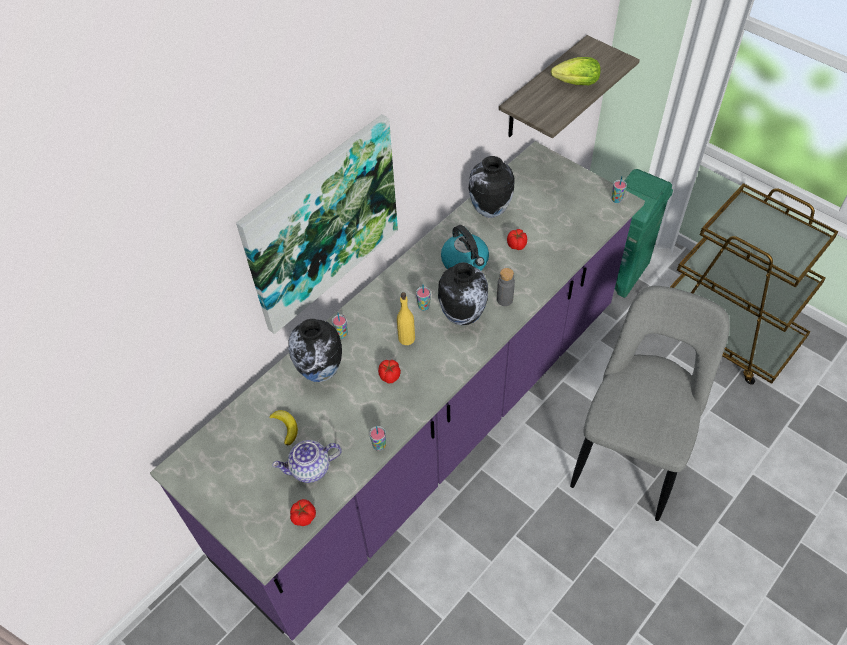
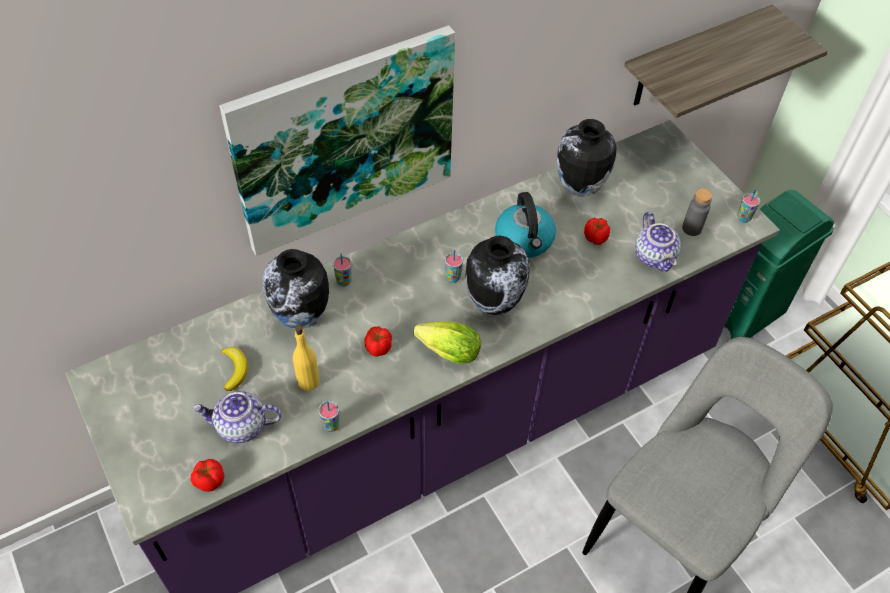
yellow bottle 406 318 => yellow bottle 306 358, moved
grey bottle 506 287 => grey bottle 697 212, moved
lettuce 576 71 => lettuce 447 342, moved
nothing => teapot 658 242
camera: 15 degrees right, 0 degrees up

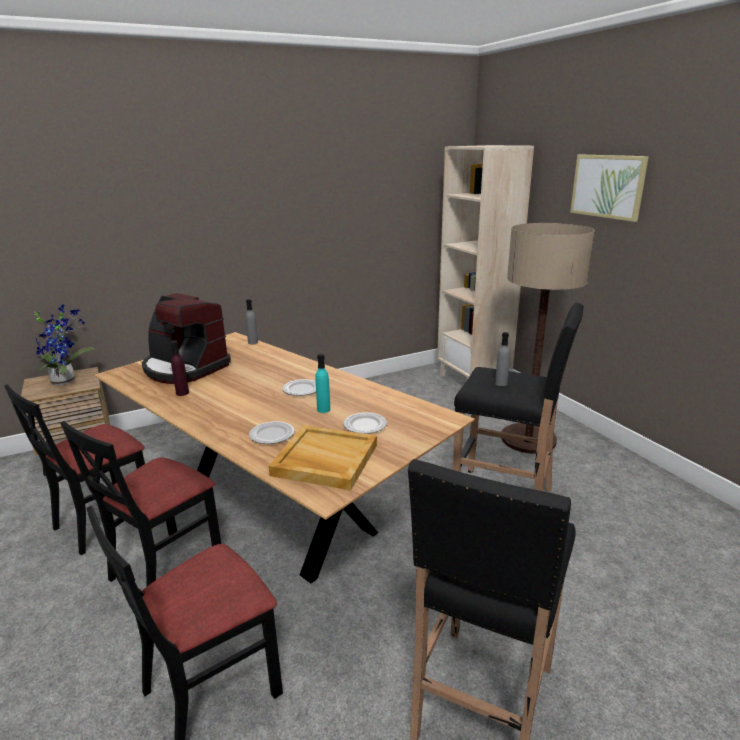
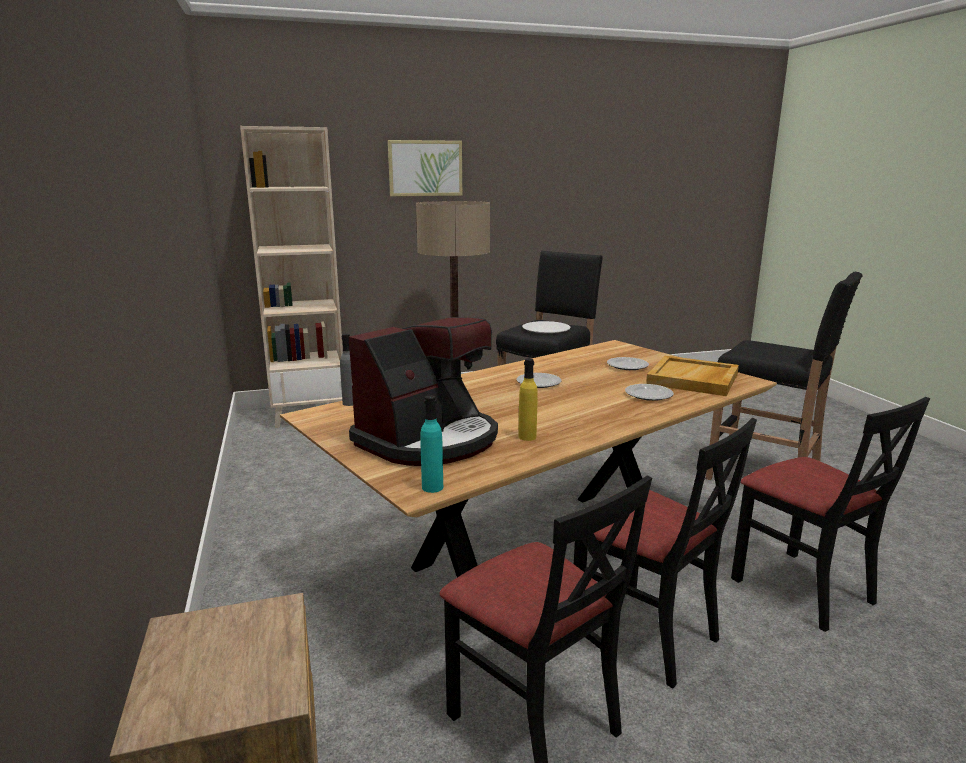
potted plant 64 345 => nothing
purple bottle 180 368 => yellow bottle 528 399
turquoise bottle 322 383 => turquoise bottle 431 444, moved
grey bottle 502 359 => white plate 546 327
camera: 80 degrees left, 5 degrees down

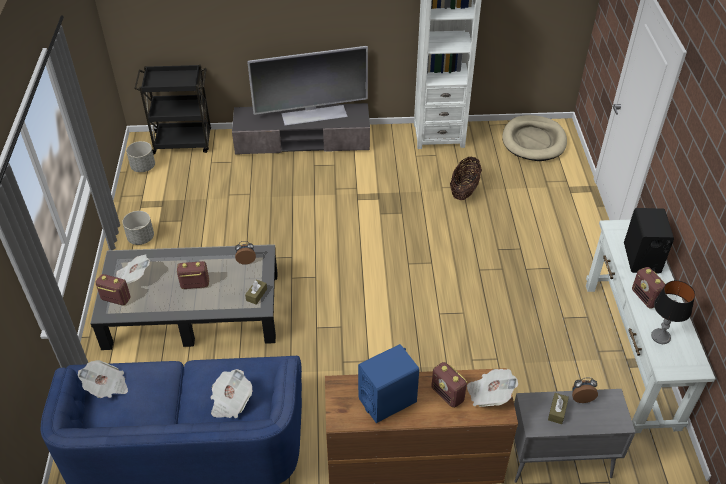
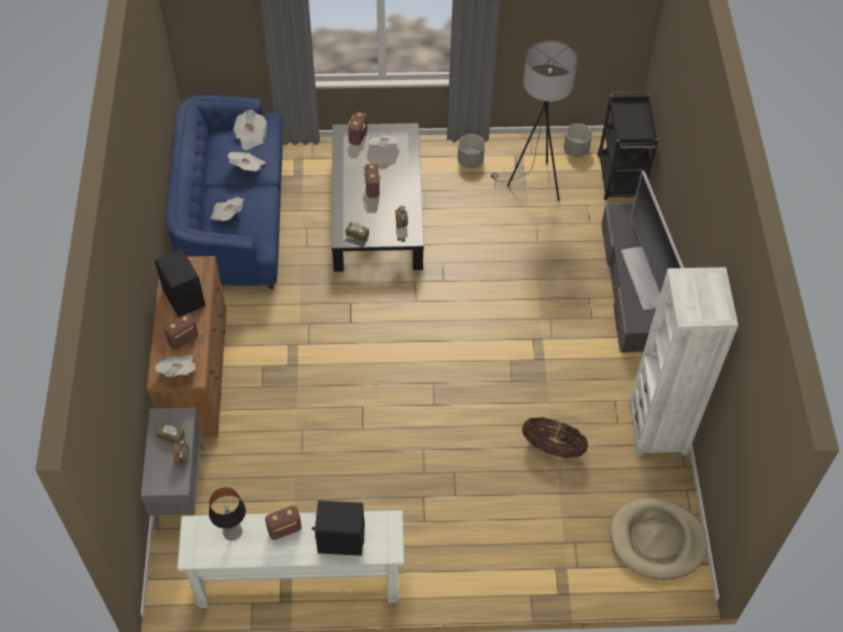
blue speaker 388 383 => black speaker 180 283
nothing => newspaper 247 162
nothing => grey floor lamp 534 121
camera: 90 degrees right, 10 degrees up

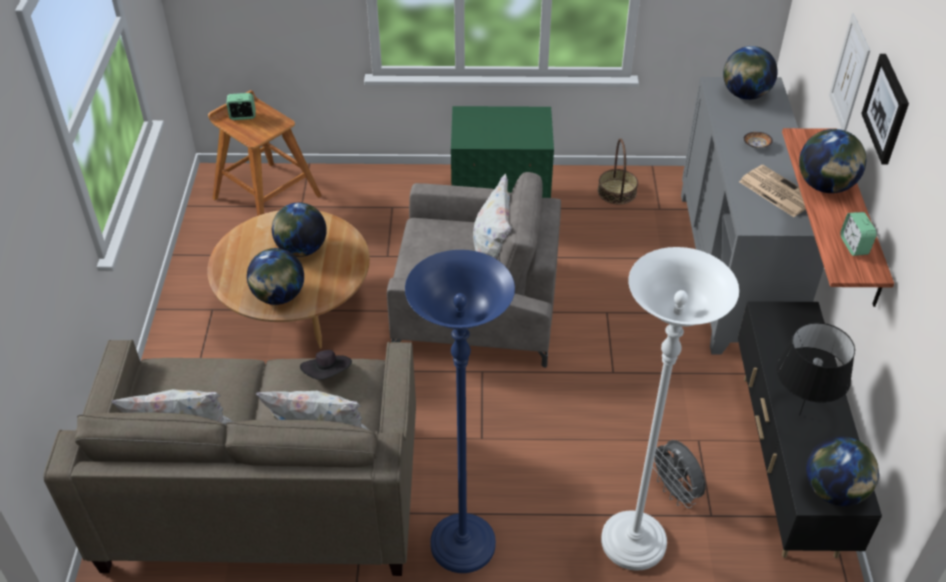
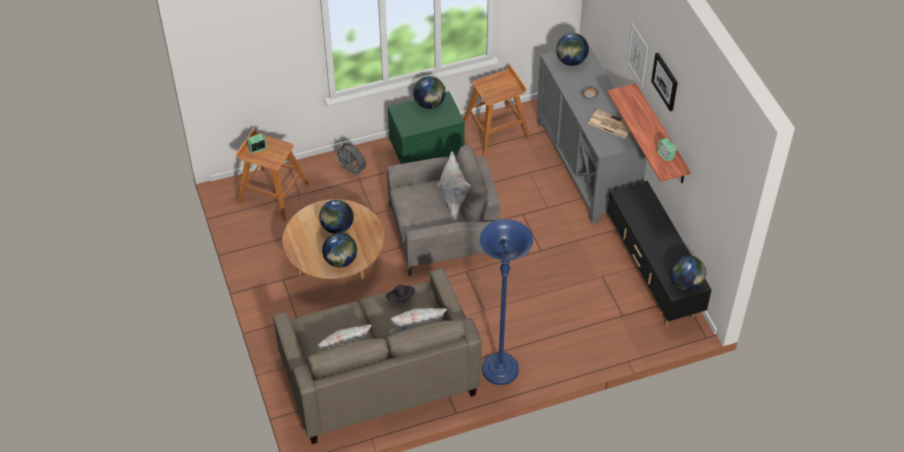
basket 618 171 => brown stool 496 110
white floor lamp 670 409 => nothing
grey fan 679 474 => grey fan 350 159, moved
black table lamp 816 369 => nothing
globe 832 161 => globe 429 92, moved
camera: 20 degrees left, 5 degrees up

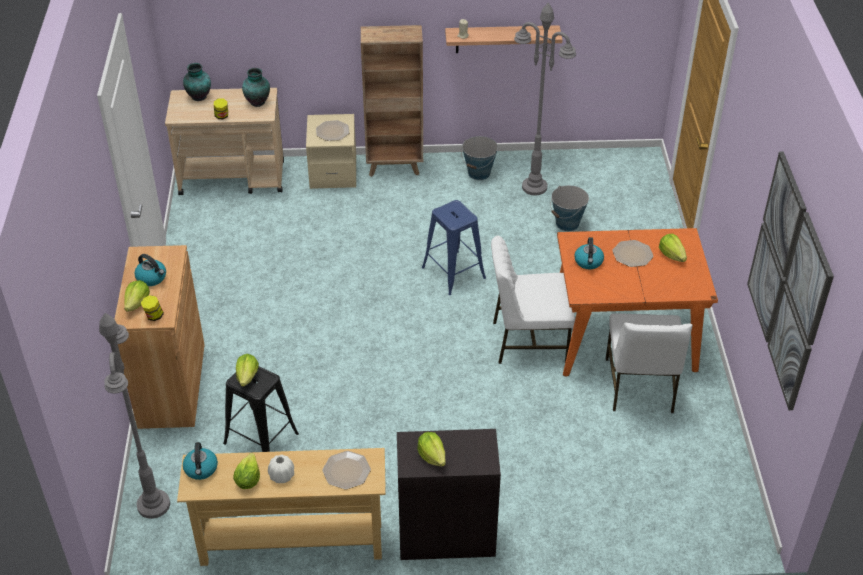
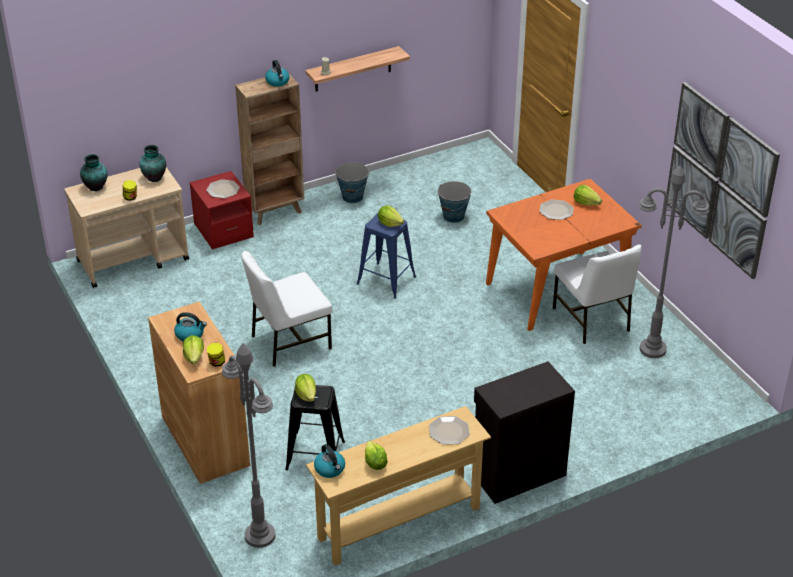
white vase 281 469 => nothing
beige nightstand 331 151 => red nightstand 222 210
lettuce 431 449 => lettuce 391 216, moved
white chair 533 300 => white chair 287 309, moved
grey floor lamp 545 99 => grey floor lamp 674 261, moved
kettle 589 253 => kettle 277 73, moved
camera: 25 degrees left, 5 degrees down

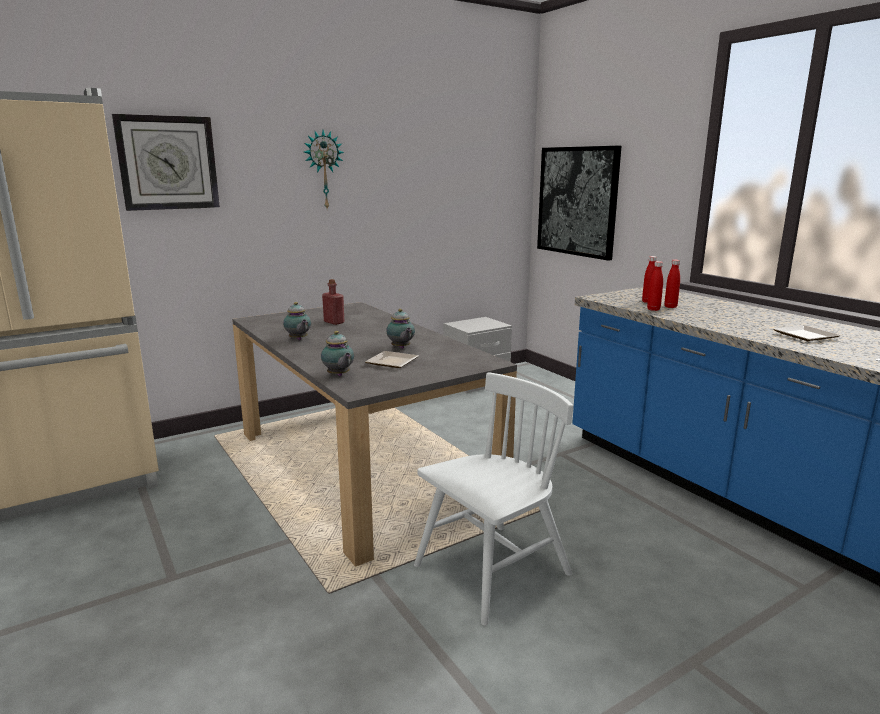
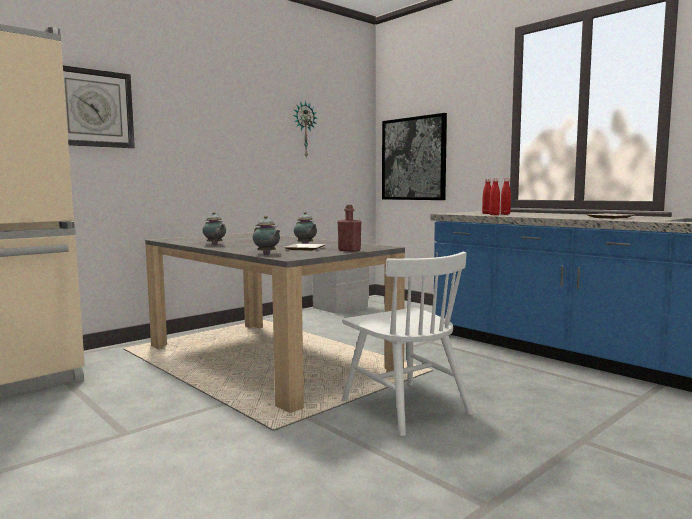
wall clock 324 169 => wall clock 305 129, moved
red bottle 333 302 => red bottle 349 228, moved
white chair 493 499 => white chair 407 344, 105 degrees clockwise
camera: 10 degrees left, 10 degrees down

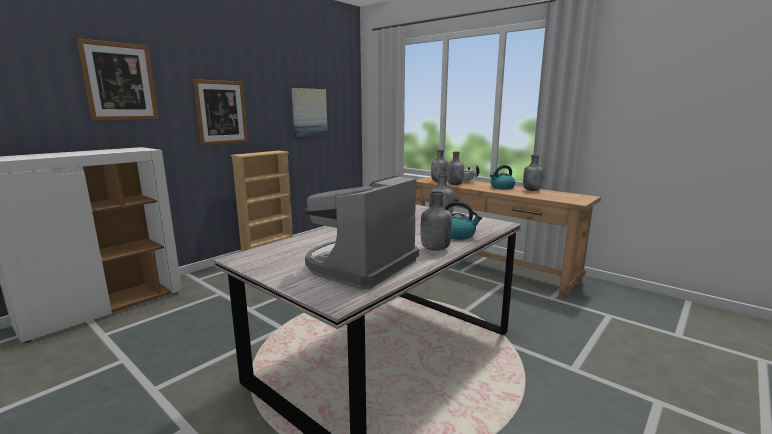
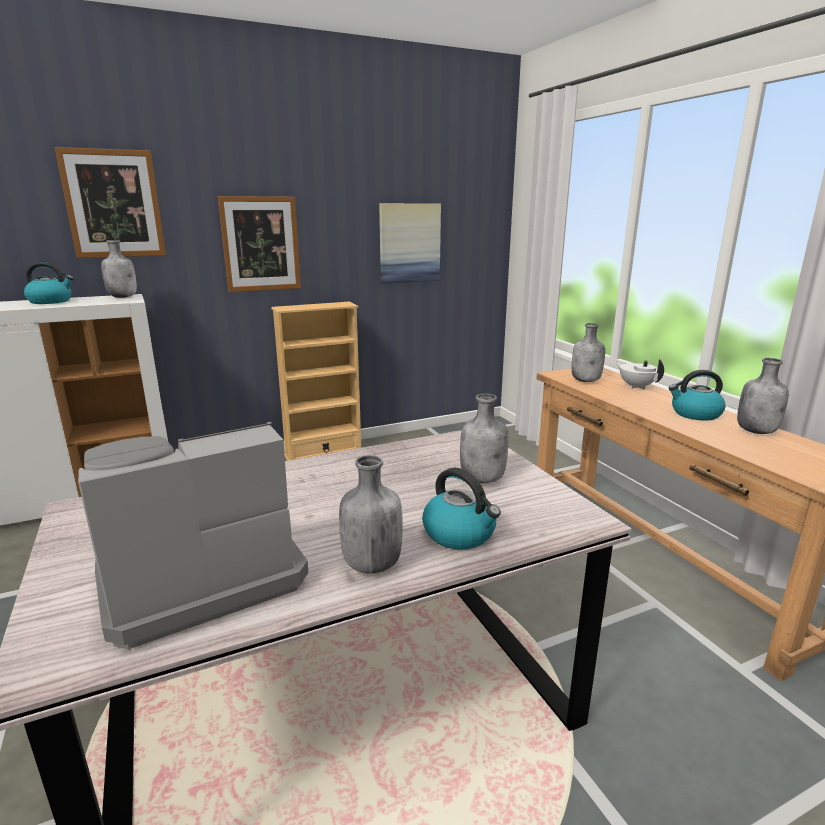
grey bottle 455 168 => grey bottle 119 269, moved
nothing => kettle 49 283
camera: 25 degrees right, 5 degrees up

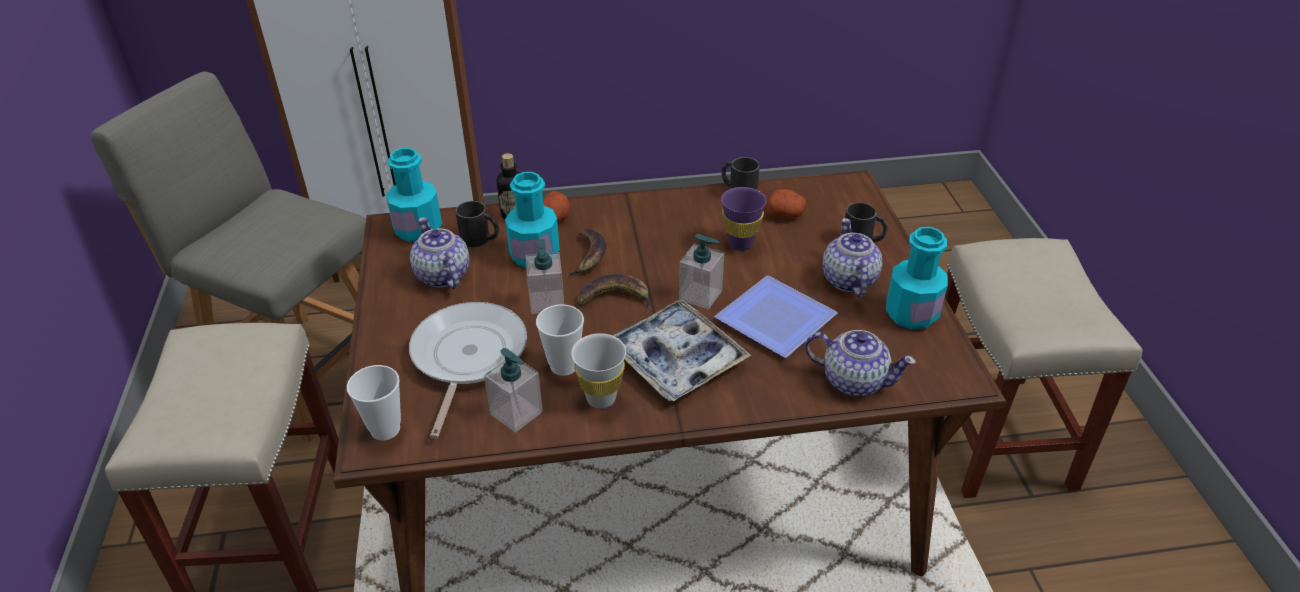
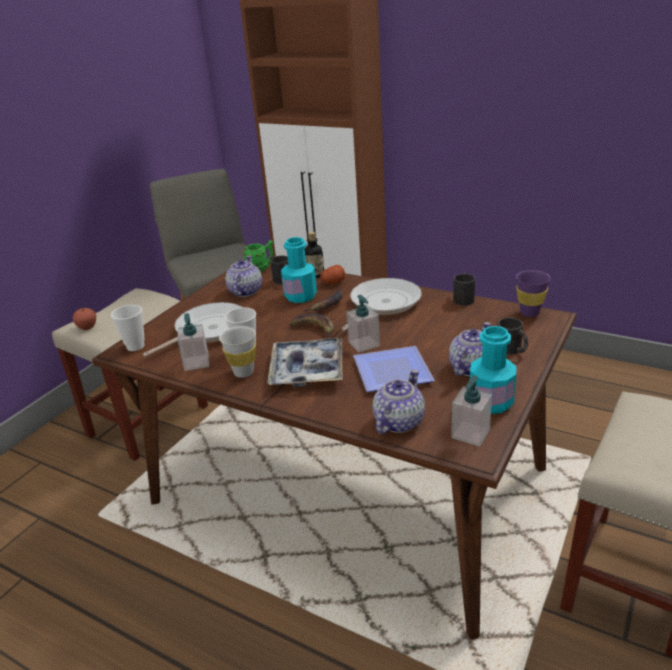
turquoise bottle 414 195 => green mug 258 256
soap dispenser 545 276 => soap dispenser 471 410, moved
purple cup 744 219 => purple cup 533 293, moved
potato 786 203 => nothing
teapot 860 363 => teapot 399 402, 120 degrees counterclockwise
nothing => apple 84 319
nothing => frying pan 381 304
camera: 40 degrees right, 10 degrees down

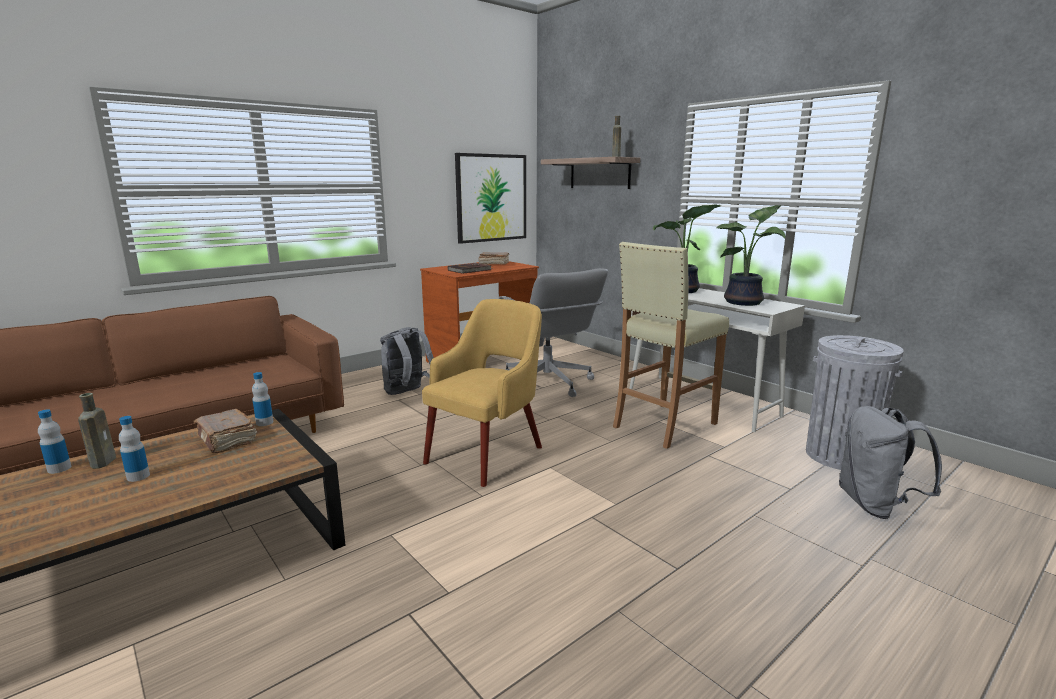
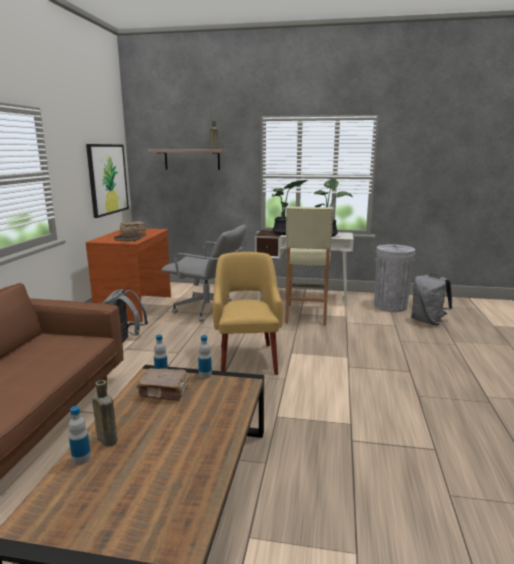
bottle 134 449 => bottle 205 357, moved
camera: 40 degrees left, 0 degrees up

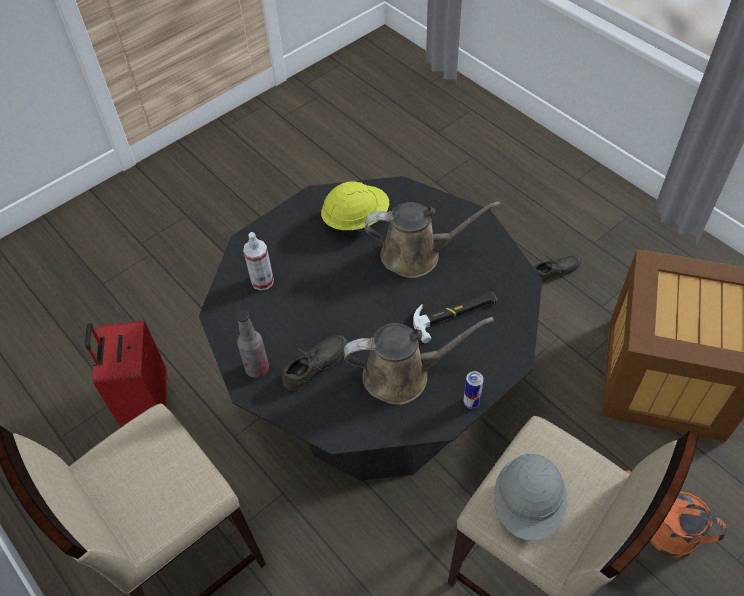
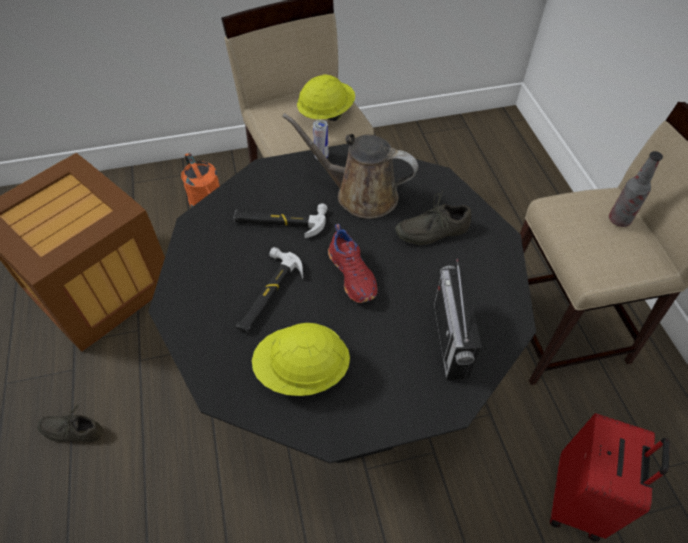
bottle 252 344 => bottle 636 189, moved
spray bottle 258 261 => radio 458 319
brown watering can 432 240 => hammer 269 290
grey hard hat 530 497 => yellow hard hat 326 97
nothing => red shoe 352 263
camera: 155 degrees left, 0 degrees up

